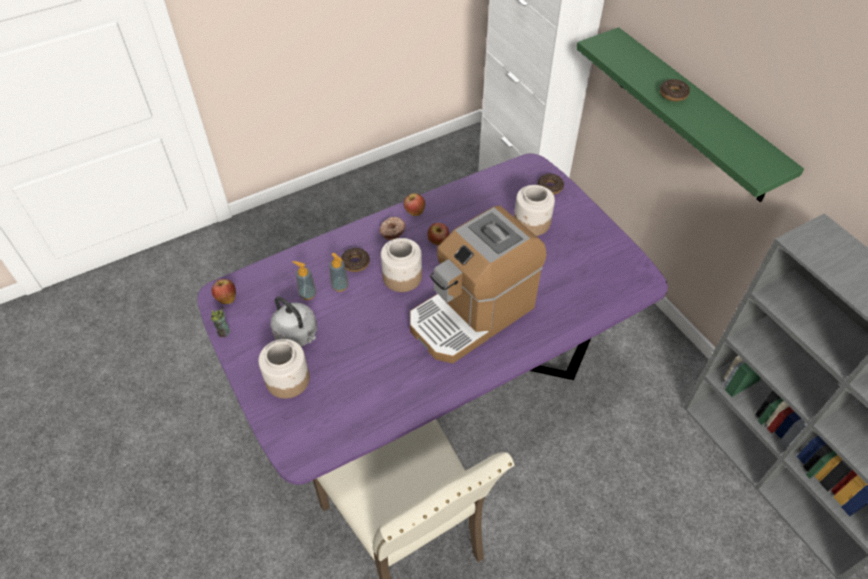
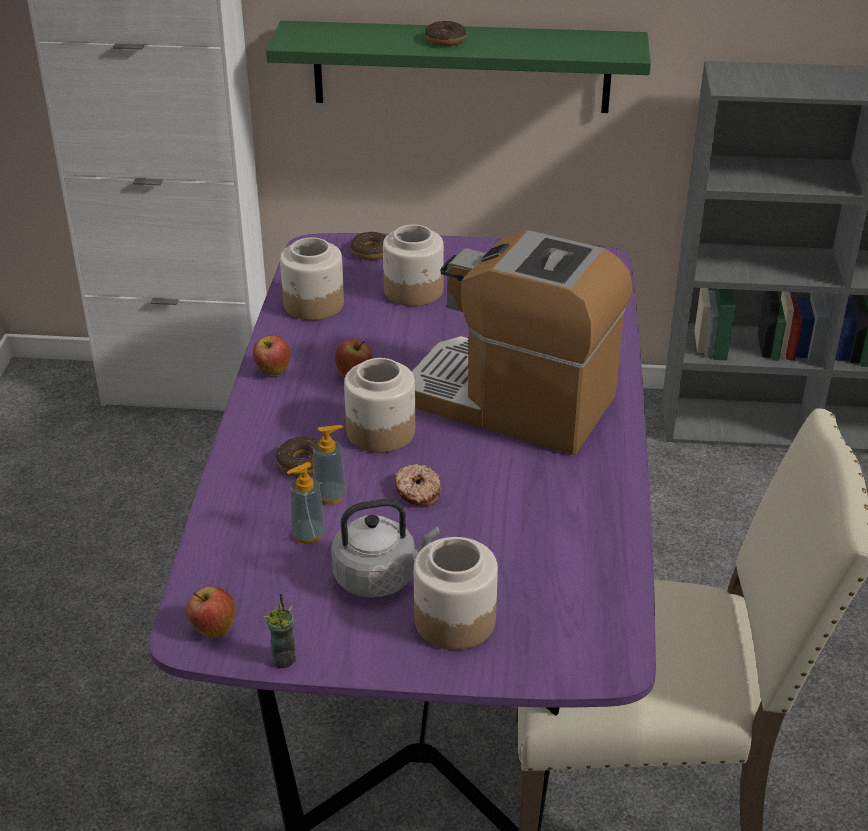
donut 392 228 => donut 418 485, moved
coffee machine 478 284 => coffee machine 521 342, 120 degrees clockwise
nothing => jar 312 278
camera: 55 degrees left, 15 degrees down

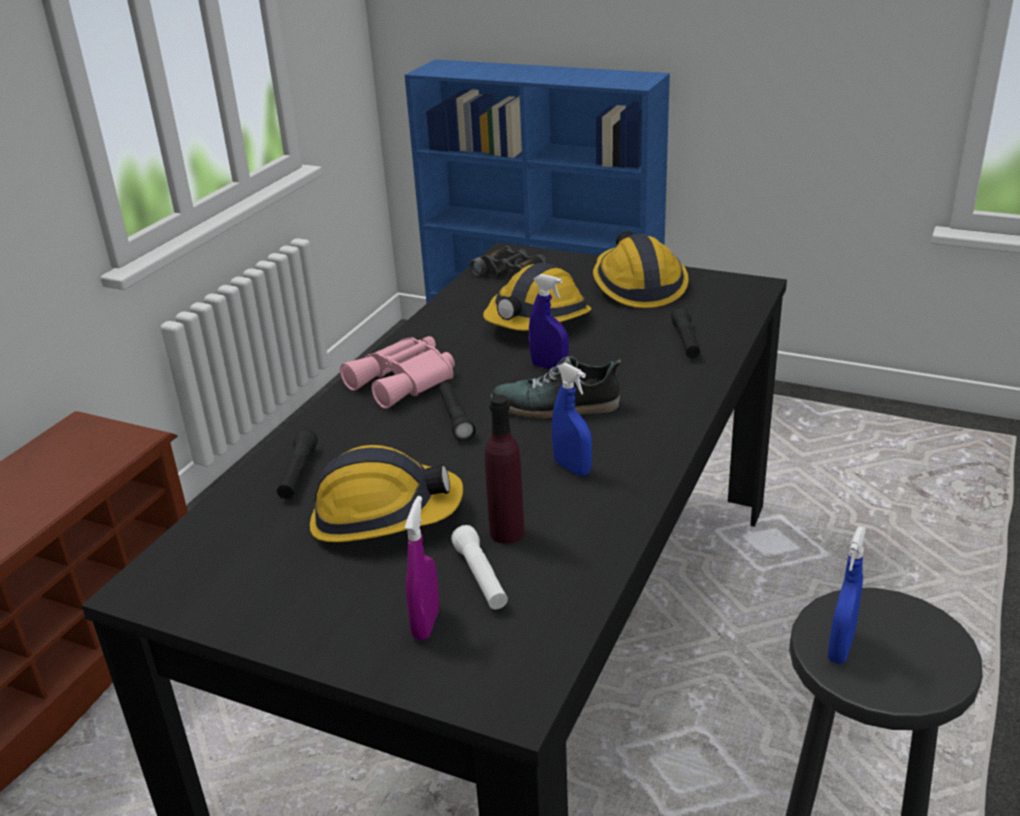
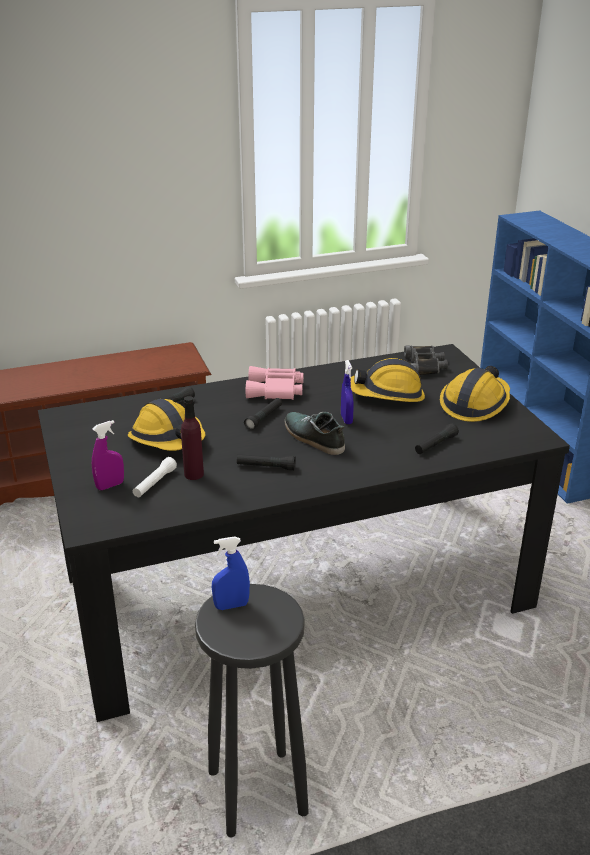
blue spray bottle 572 419 => black flashlight 266 462
camera: 45 degrees right, 0 degrees up

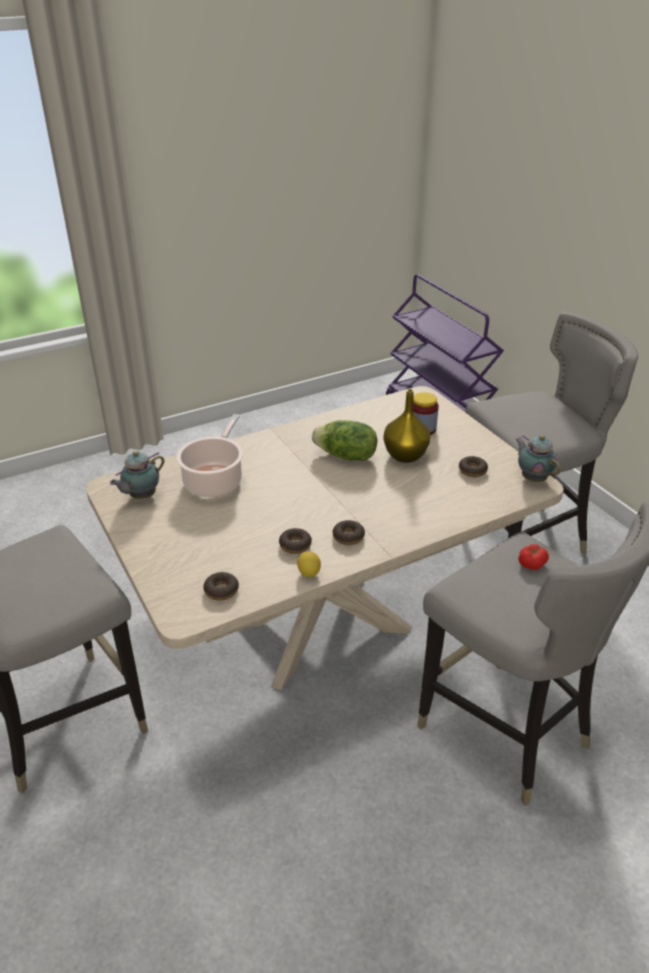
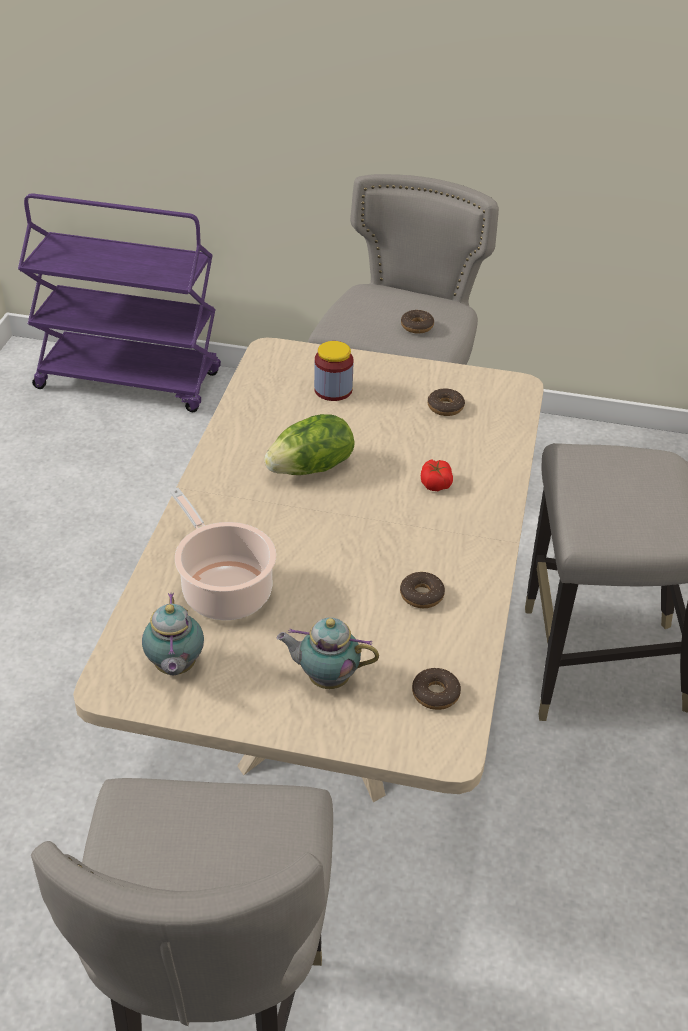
lemon 309 564 => nothing
donut 348 532 => donut 417 322, moved
yellow vase 407 426 => nothing
teapot 538 458 => teapot 328 653, moved
tomato 533 557 => tomato 437 475, moved
camera: 50 degrees left, 5 degrees up

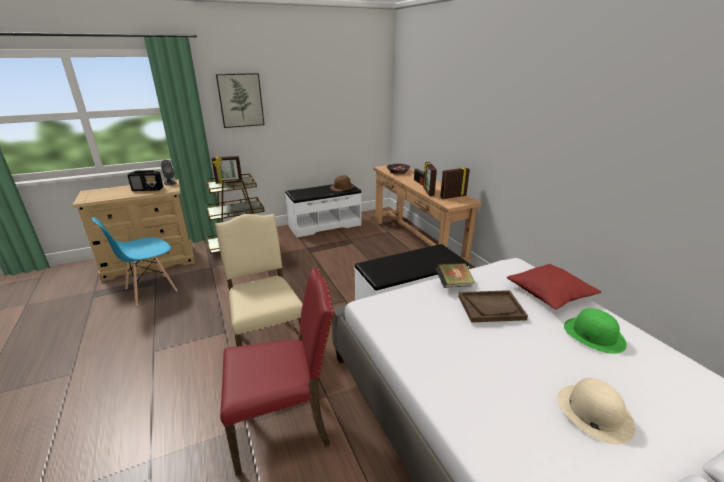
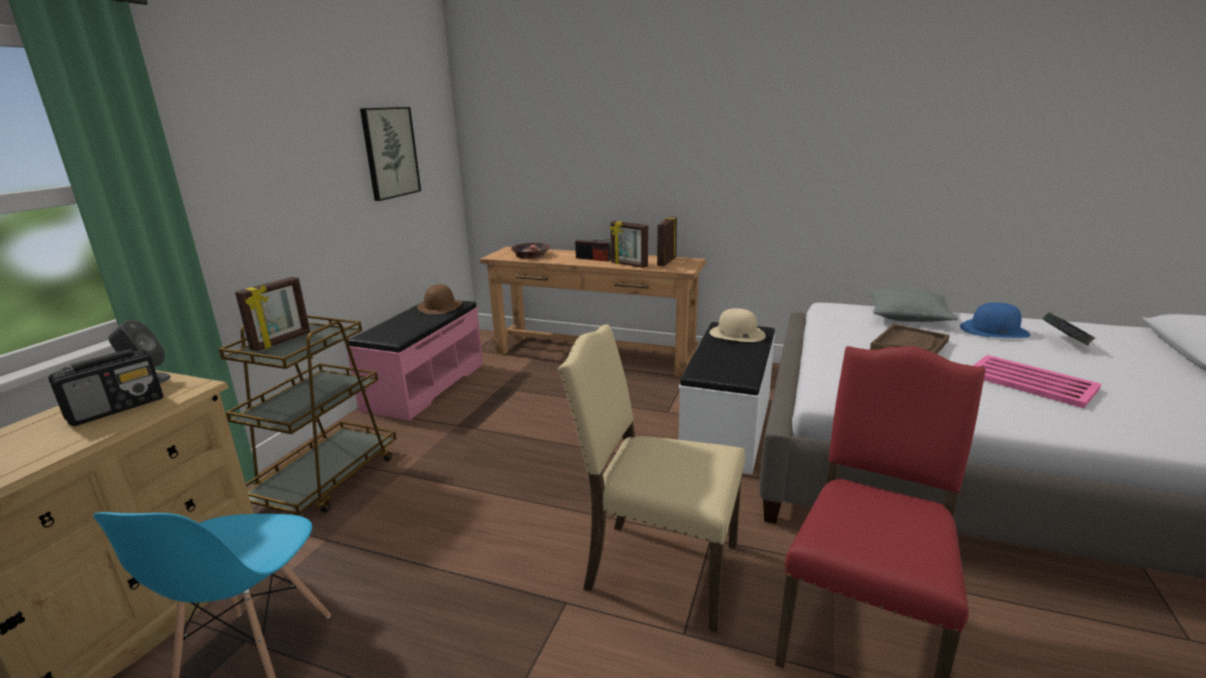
picture 240 100 => picture 390 154, moved
white bench 323 210 => pink bench 414 360
book 455 275 => book 1069 328, moved
red pillow 554 286 => grey pillow 913 304
beige hat 596 411 => beige hat 737 325, moved
green hat 595 331 => blue hat 995 320
nothing => pink tray 1037 381
camera: 45 degrees left, 5 degrees down

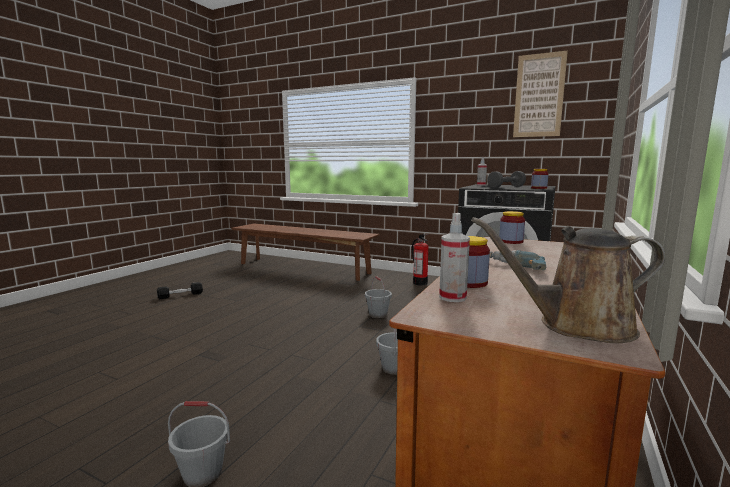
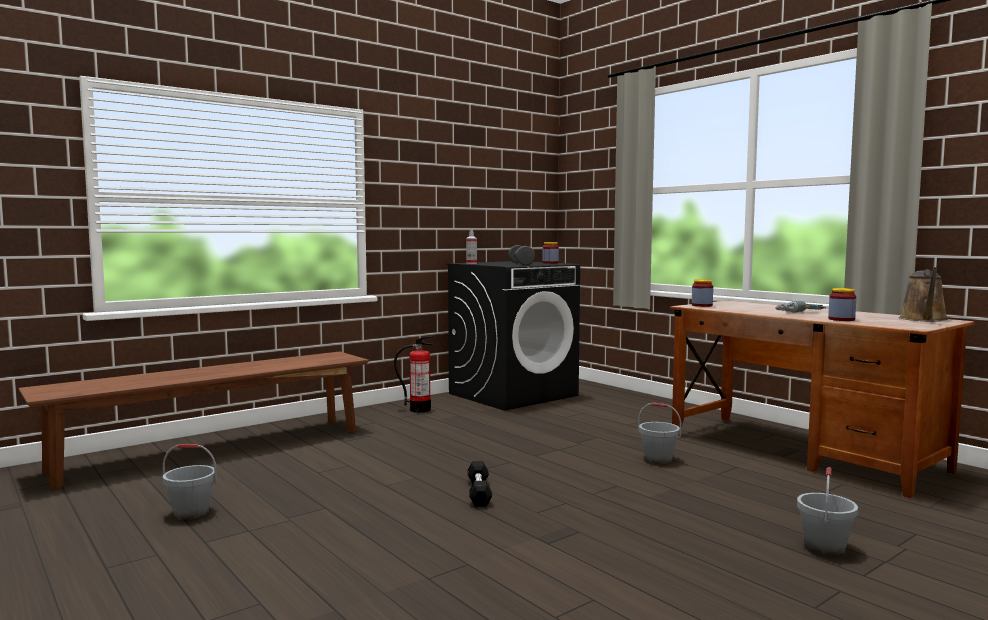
black dumbbell 180 290 => black dumbbell 479 484, moved
grey bucket 378 297 => grey bucket 190 482, moved
spray bottle 454 257 => nothing
picture 540 93 => nothing
camera: 65 degrees left, 5 degrees down

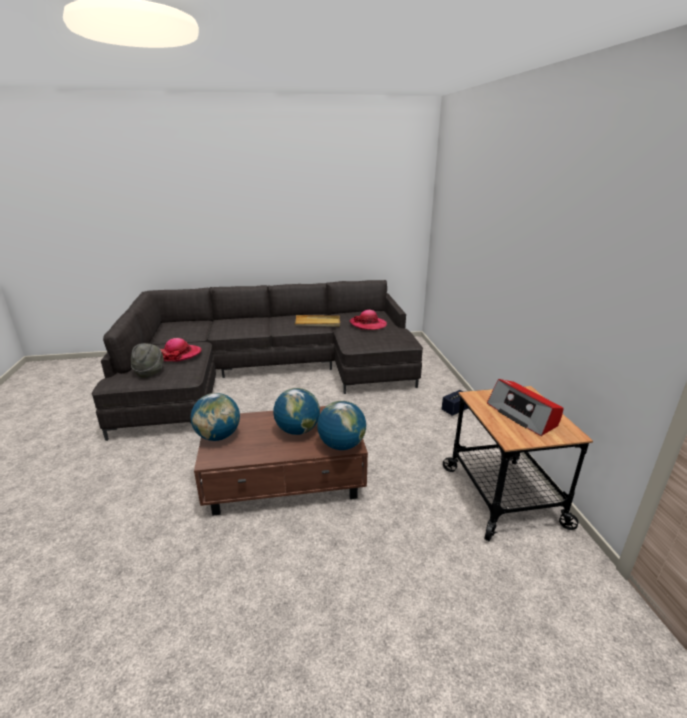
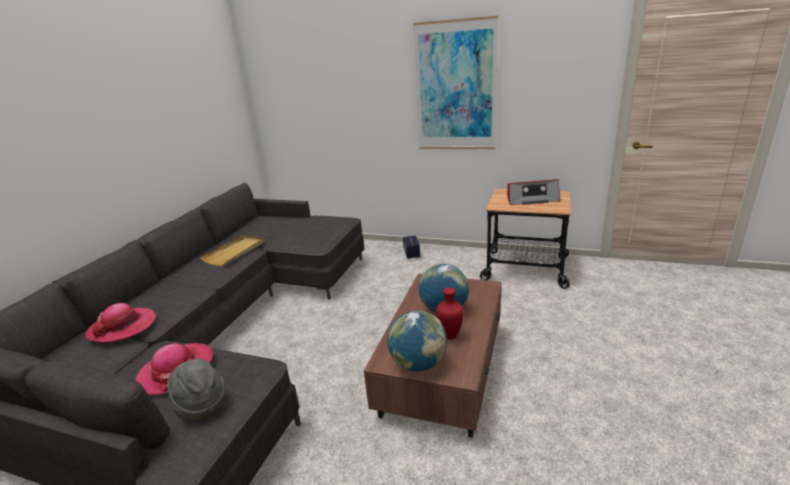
globe 341 425 => nothing
hat 368 320 => hat 120 322, moved
nothing => picture 455 82
nothing => red vase 449 313
camera: 60 degrees left, 0 degrees up

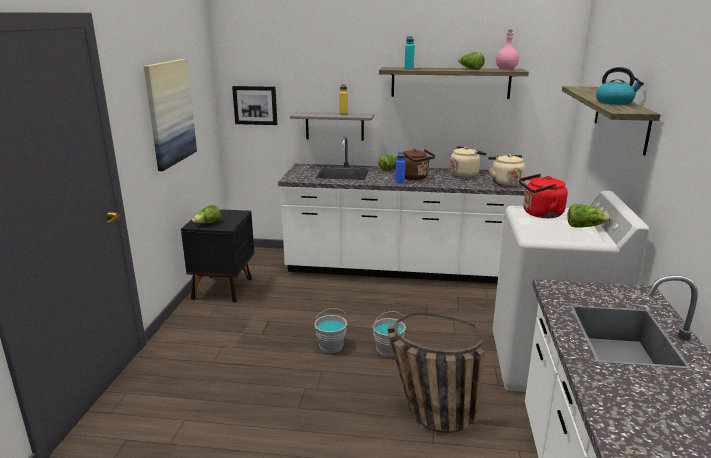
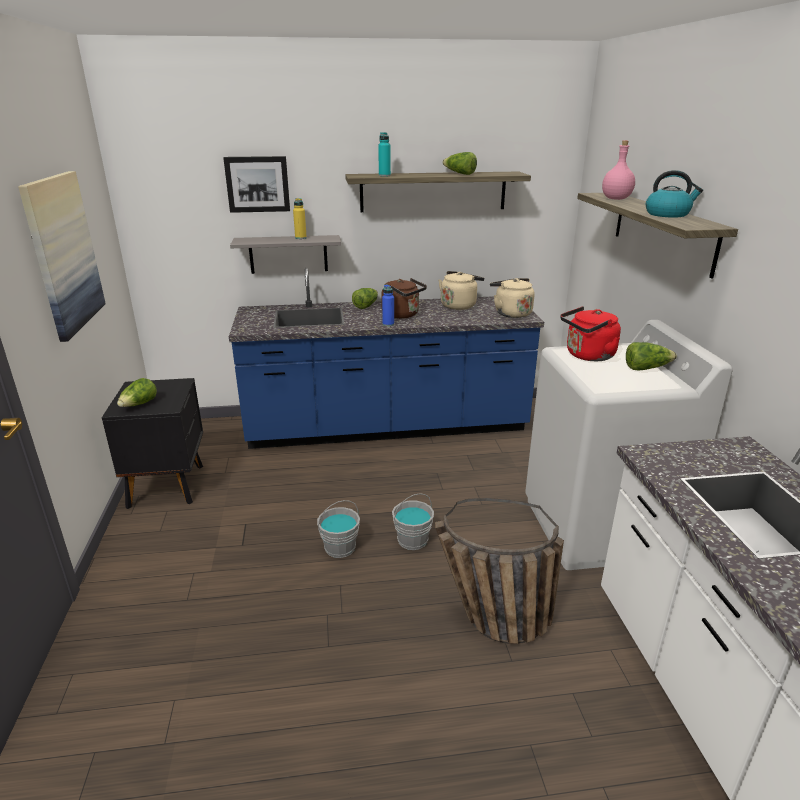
picture 254 105 => picture 256 184, moved
white counter 402 210 => blue counter 386 358
pink bottle 507 50 => pink bottle 618 170, moved
camera: 15 degrees left, 5 degrees up

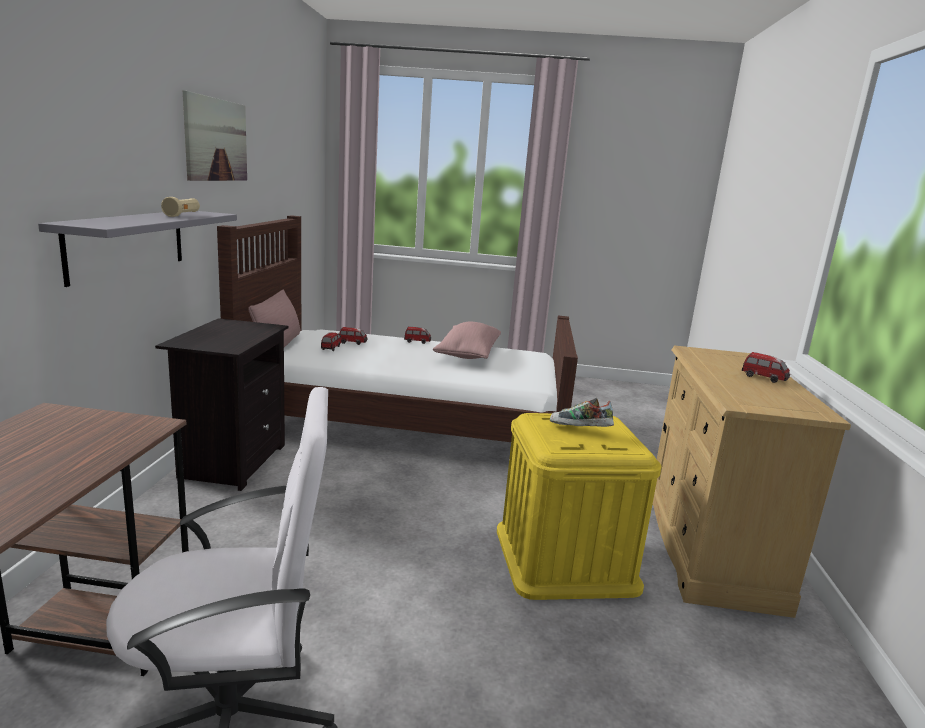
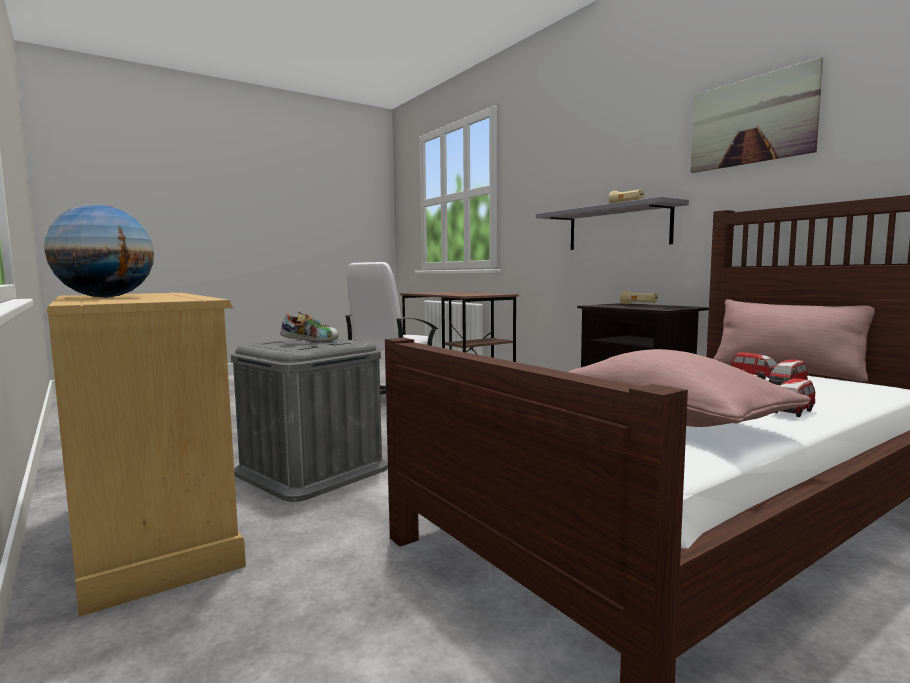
yellow storage box 579 506 => grey storage box 309 420
toy car 766 367 => globe 99 251
nothing => beige flashlight 638 297
camera: 140 degrees right, 10 degrees down

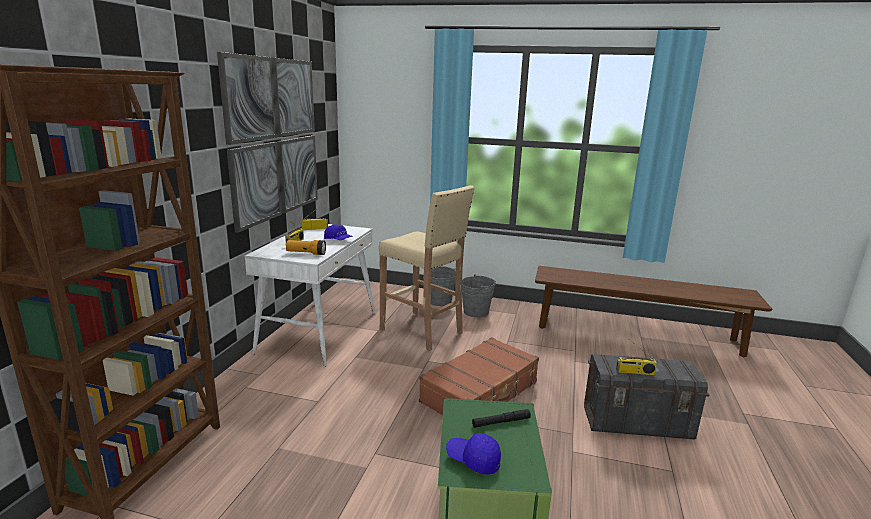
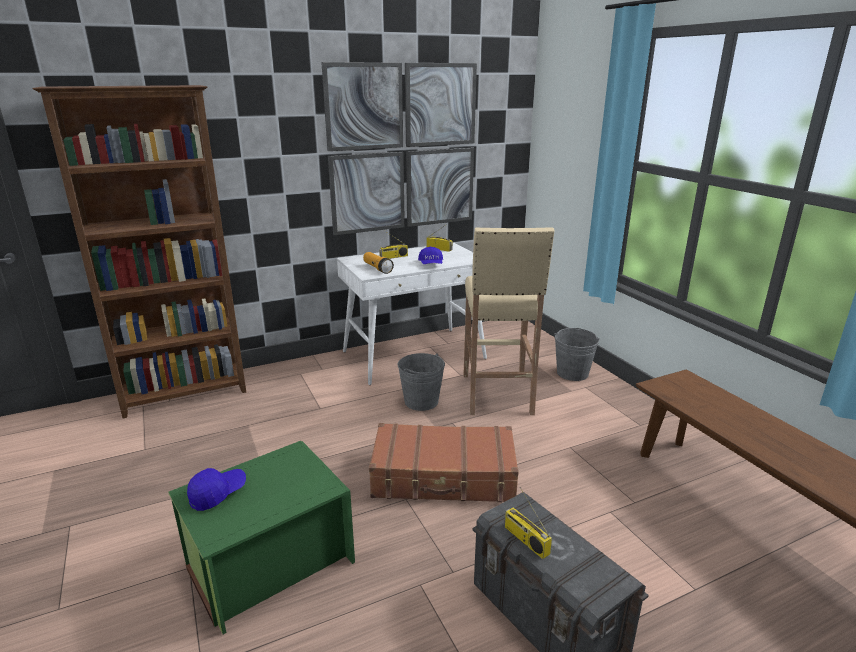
blue cap 473 454 => blue cap 216 489, 60 degrees clockwise
grey bucket 479 295 => grey bucket 421 382, moved
black flashlight 501 418 => nothing
camera: 50 degrees right, 5 degrees up

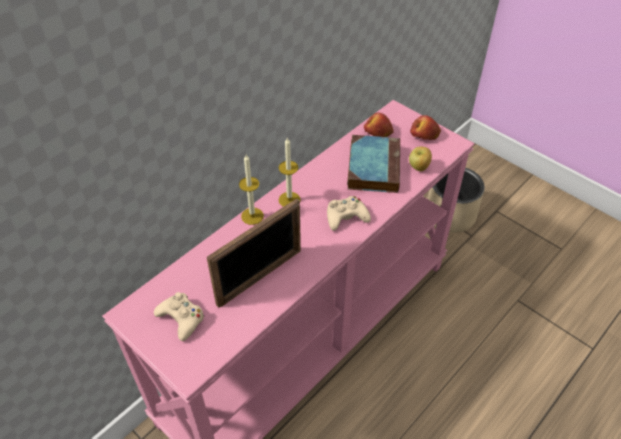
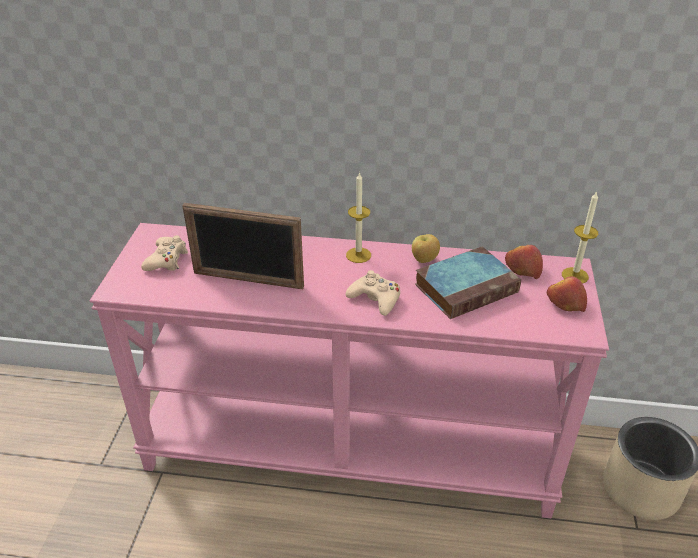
candle 251 189 => candle 580 237, moved
apple 420 159 => apple 426 248, moved
camera: 55 degrees right, 10 degrees down

